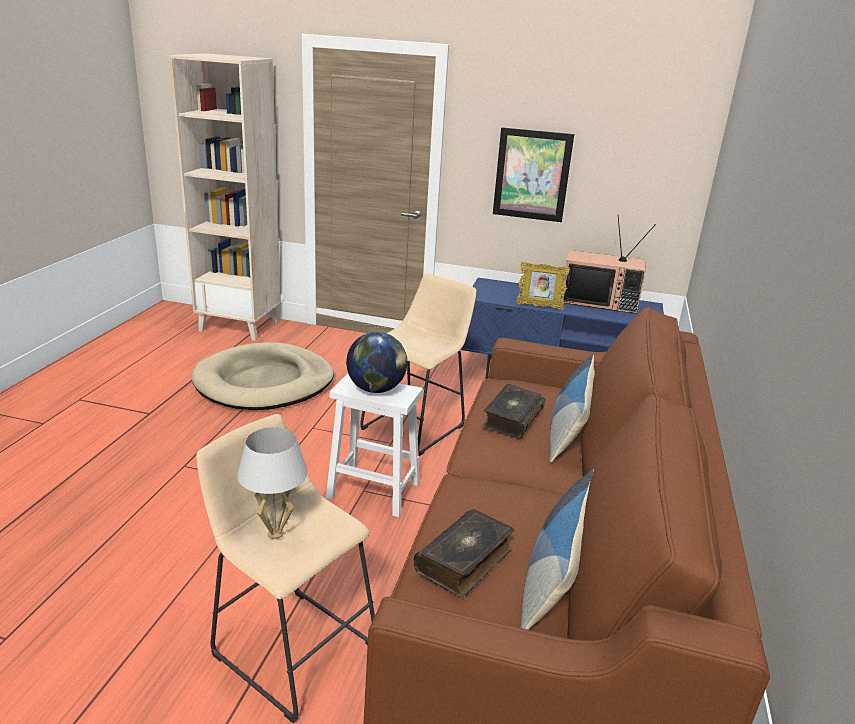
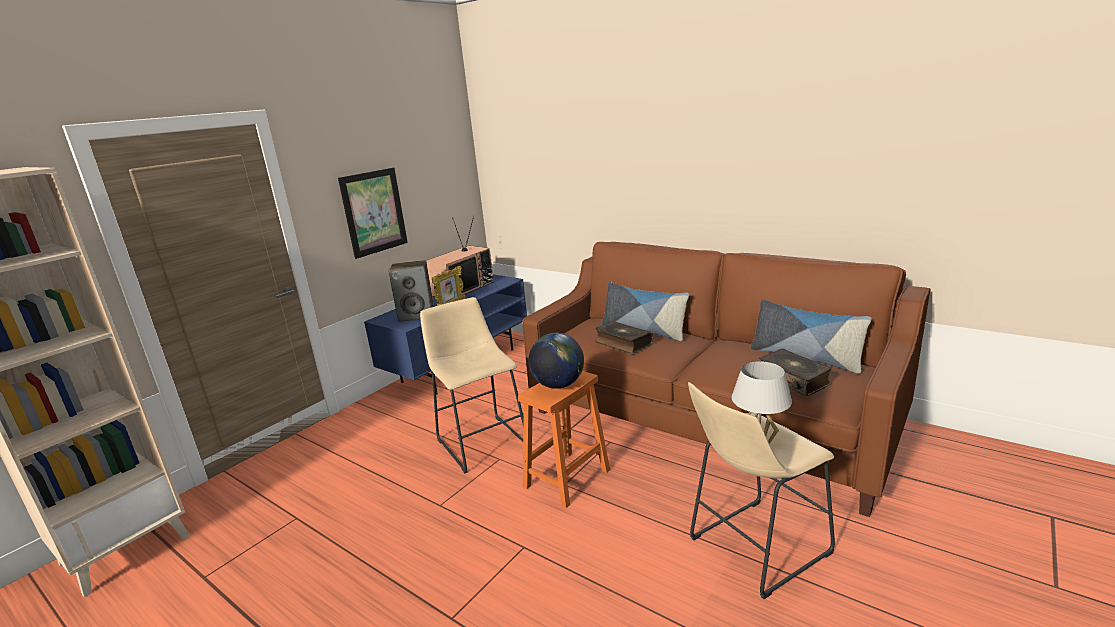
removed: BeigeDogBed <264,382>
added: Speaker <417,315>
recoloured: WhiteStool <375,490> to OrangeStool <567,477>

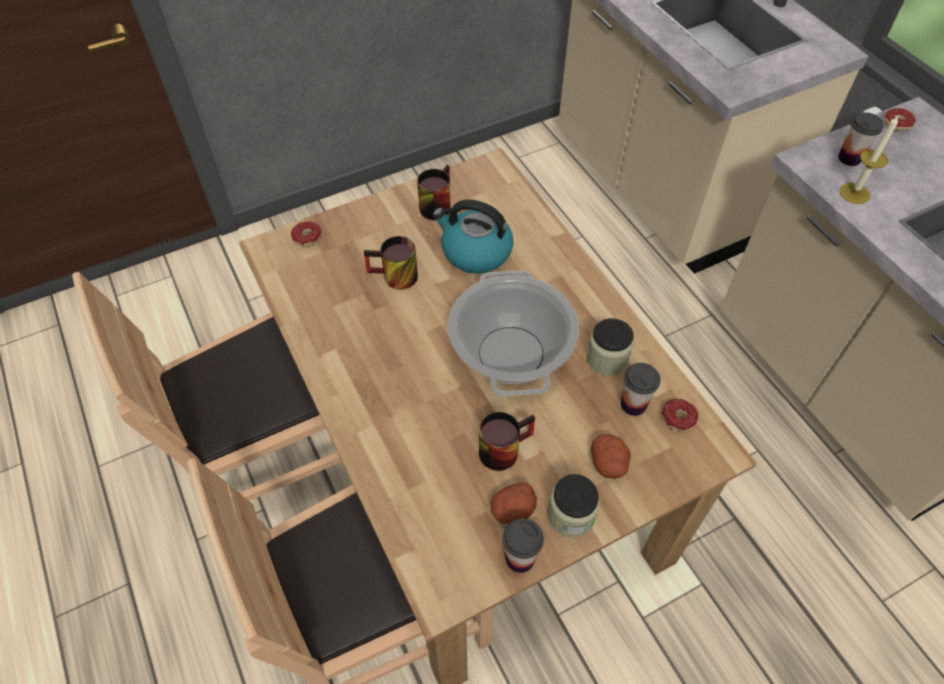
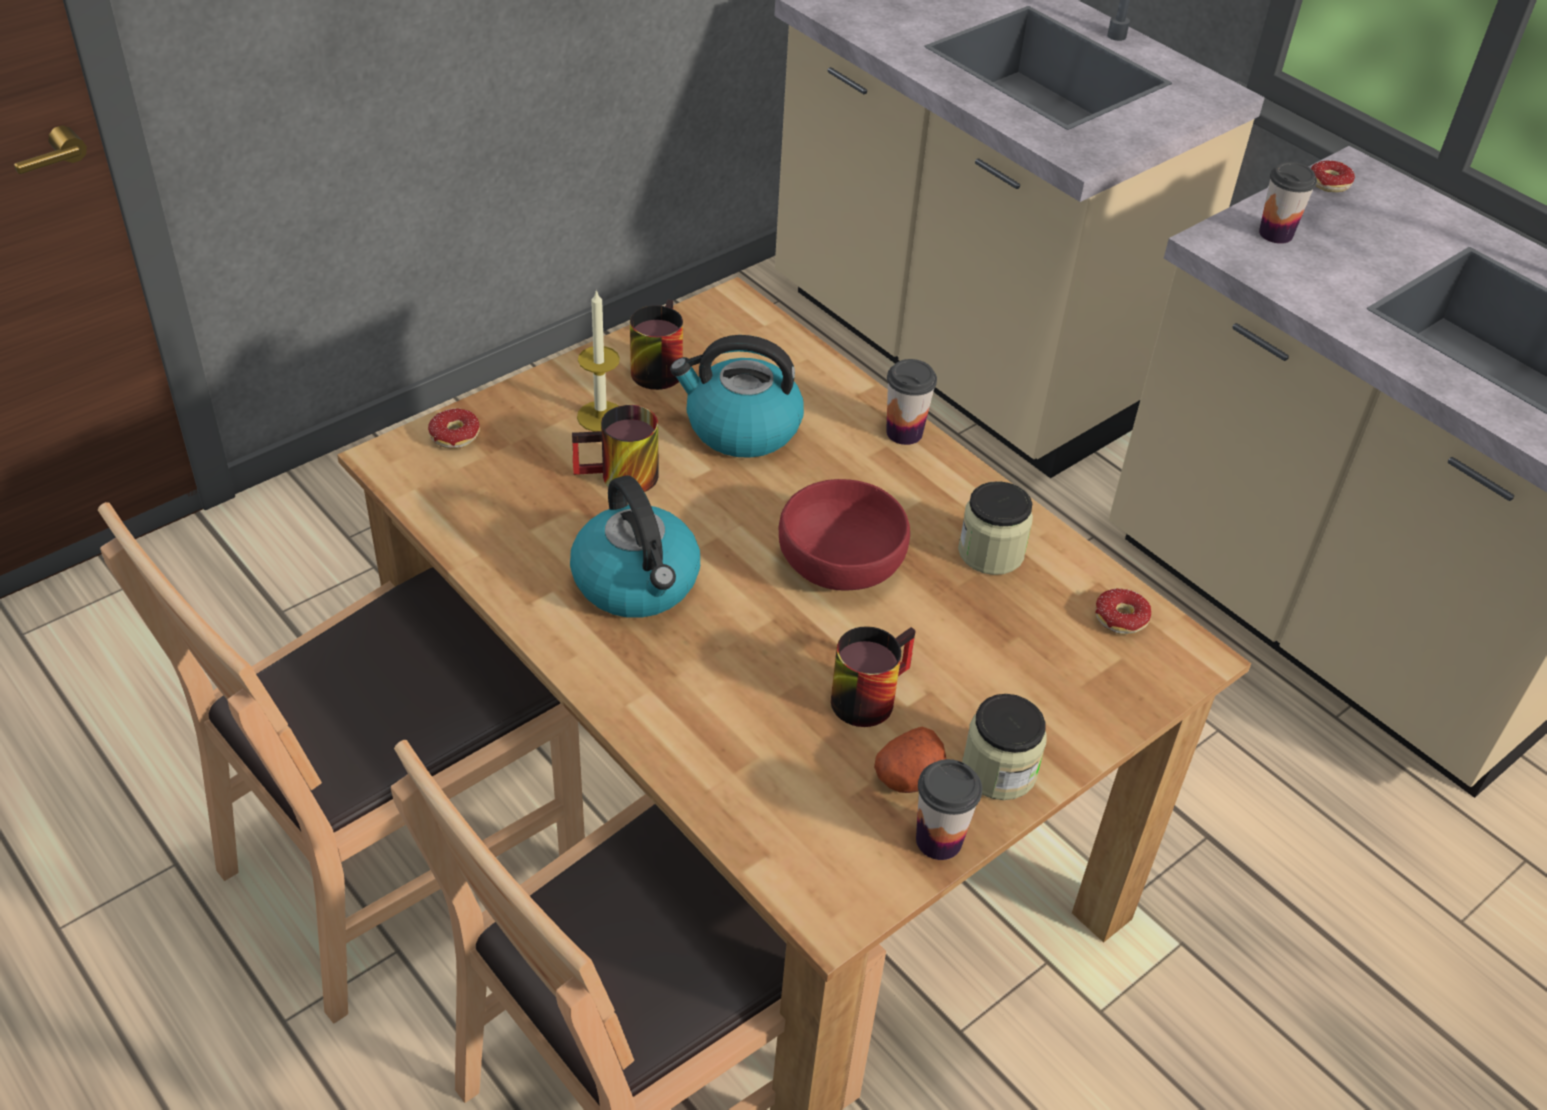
removed: Potato <609,463>
added: Kettle <637,583>
moved: Cup <633,404> to <904,432>; Candle <854,193> to <600,416>
replaced: CookingPot <511,354> to RedBowl <842,564>

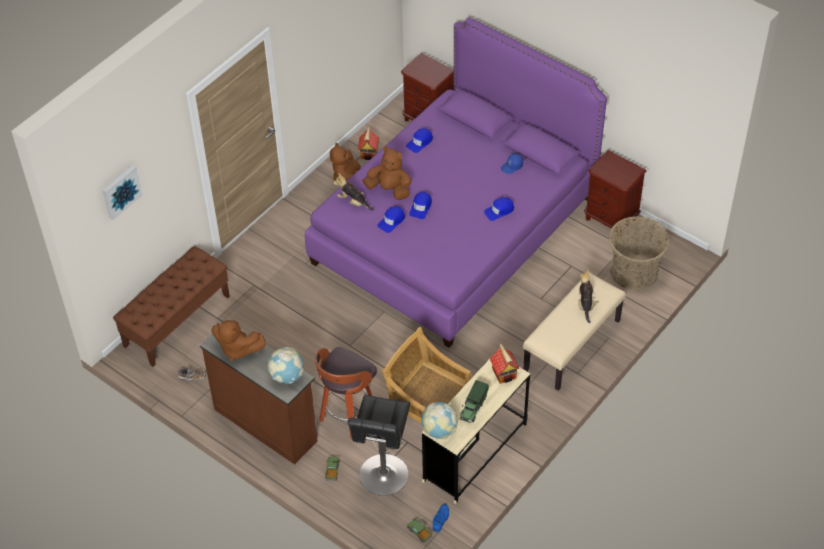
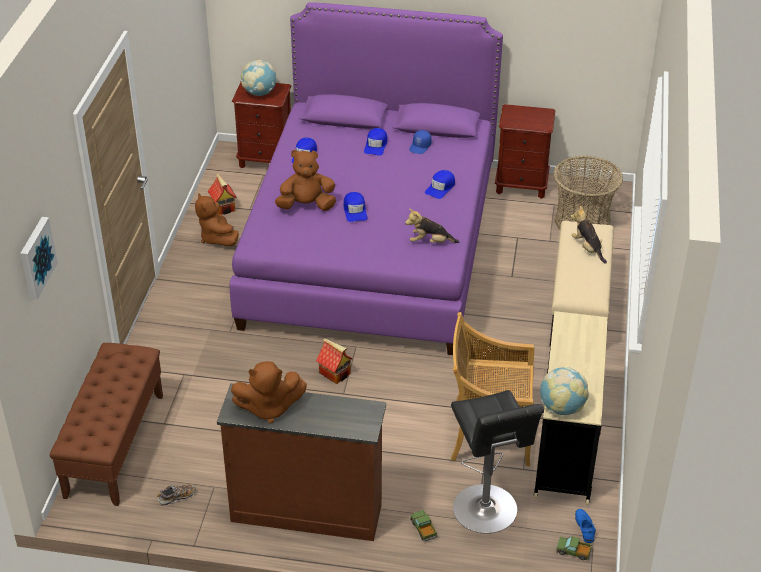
removed: Stool <347,417>; ToyTruck <473,407>
moved: Globe <287,376> to <259,93>; PlushToy <353,202> to <430,242>; BlueCap <391,221> to <376,145>; ToyHouse <504,373> to <335,373>

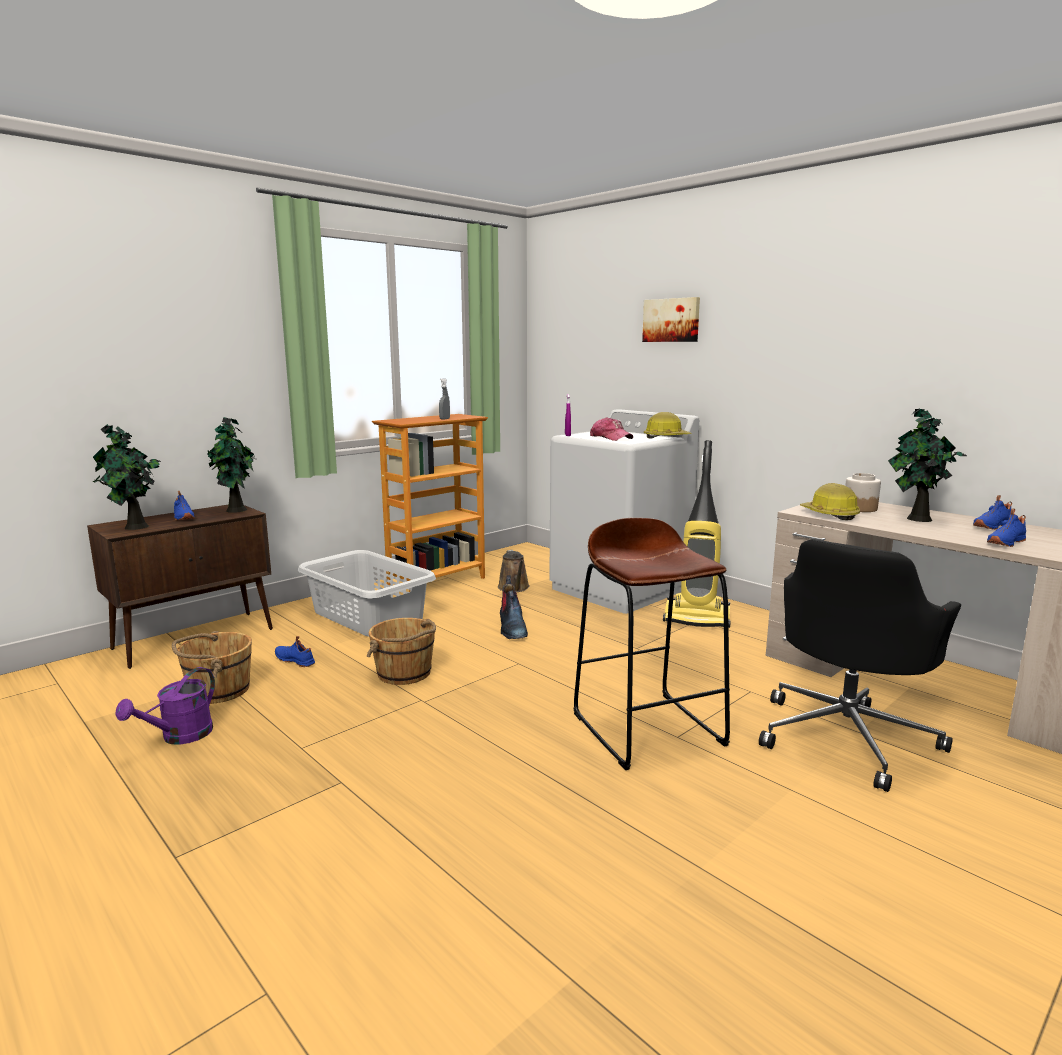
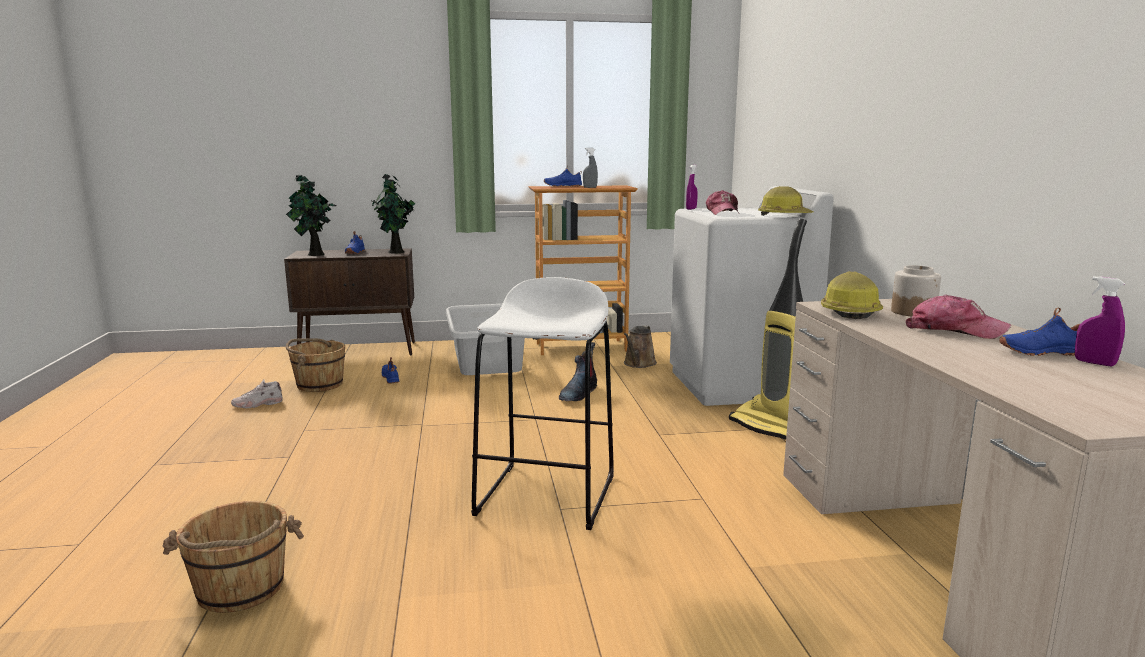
removed: Picture <671,320>; BlackOfficeChair <847,736>
added: PurpleSprayBottle <1094,363>
moved: BrownBucket <405,673> to <240,589>; BlueShoe <1004,542> to <562,186>
replaced: PurpleWateringCan <180,737> to WhiteShoe <257,404>; PottedPlant <916,519> to Cap <954,330>
recoloured: BrownStool <648,728> to WhiteStool <547,495>

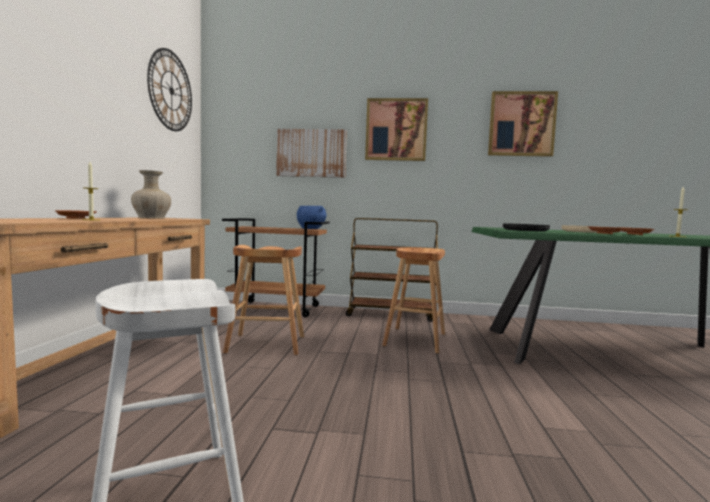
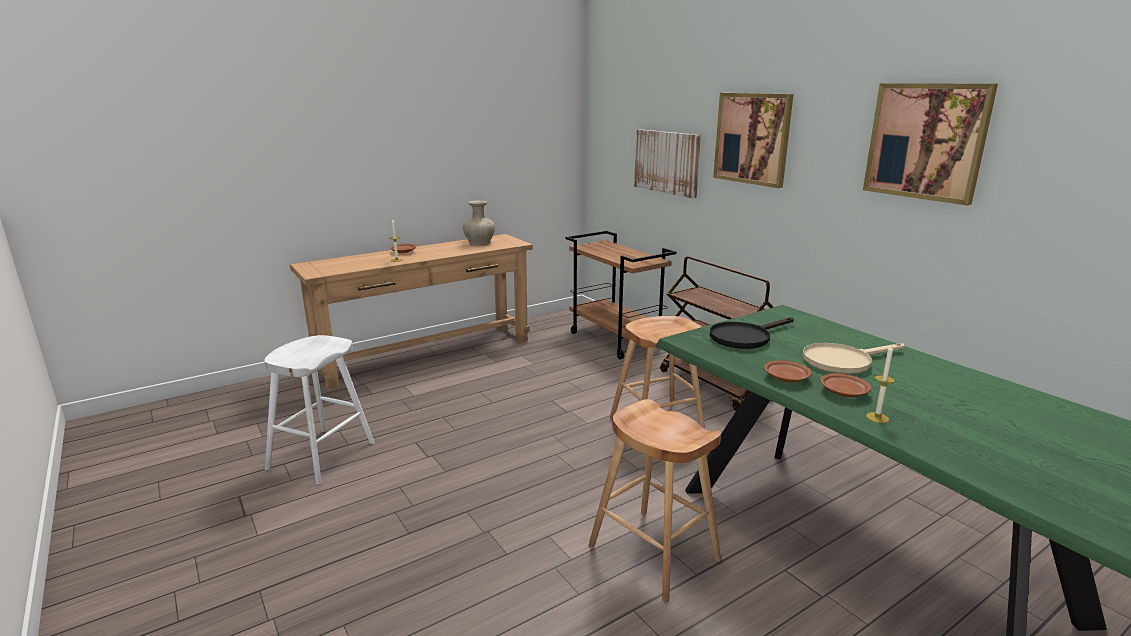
removed: WallClock <171,91>; BlueBowl <311,229>
moved: BrownStool <266,344> to <654,553>

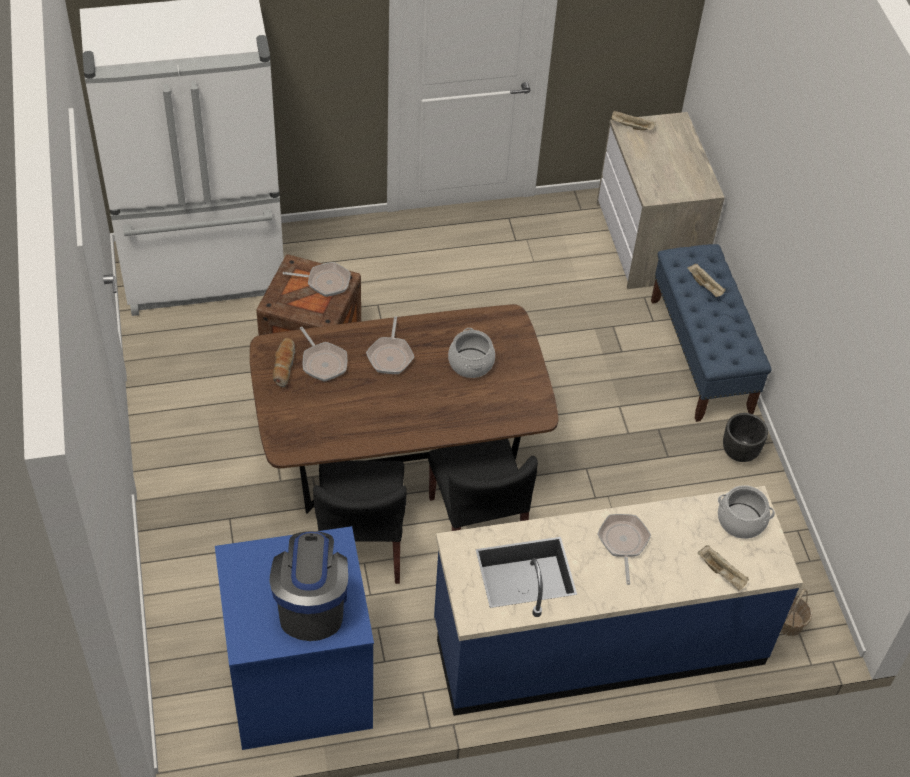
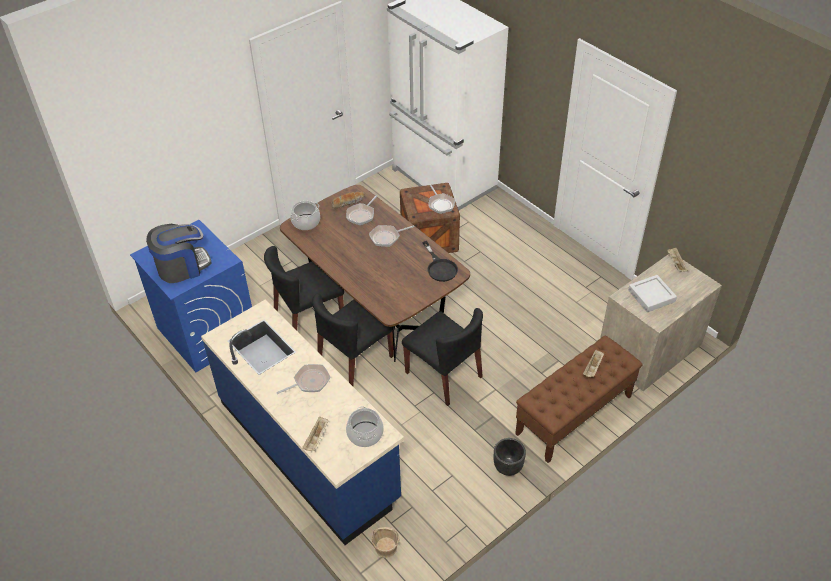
added: BlackChair <444,375>; BlackFryingPan <440,267>; GreyTray <651,296>
moved: CookingPot <470,363> to <306,222>
recoloured: BlueBench <701,356> to BrownBench <573,415>

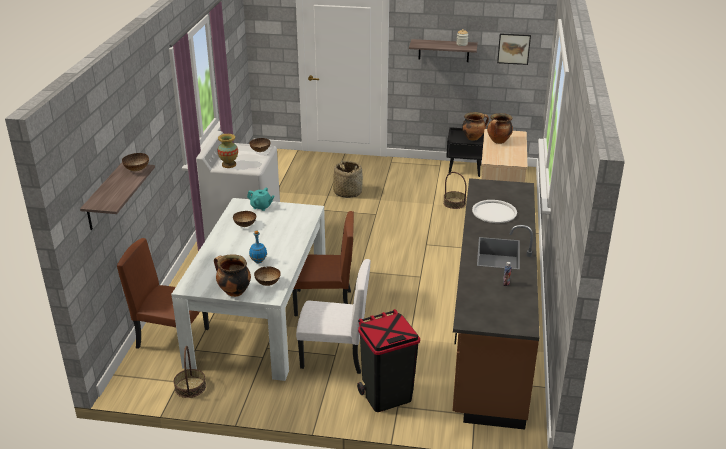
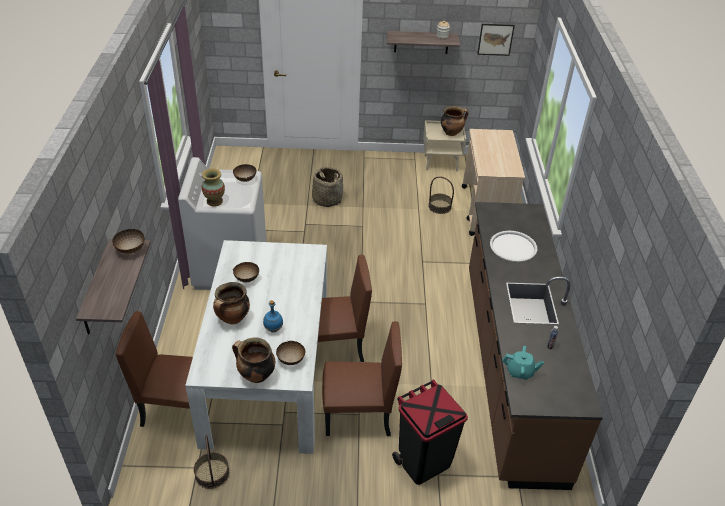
moved: TurquoiseTeapot <261,207> to <520,372>; CookingPot <498,141> to <232,319>
recoloured: WhiteChair <334,356> to BrownChair <358,415>; BlackNightstand <465,169> to BeigeNightstand <441,163>

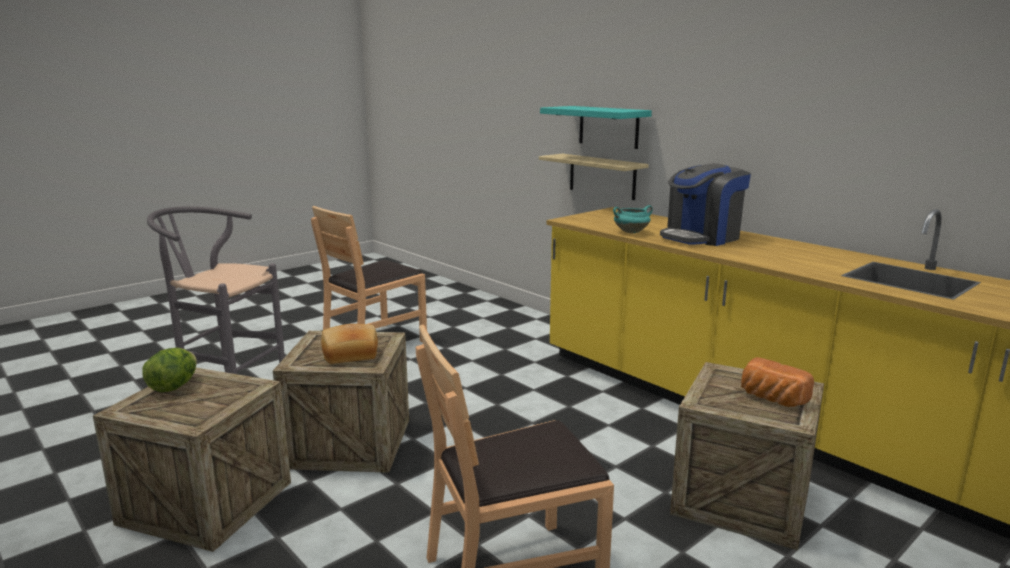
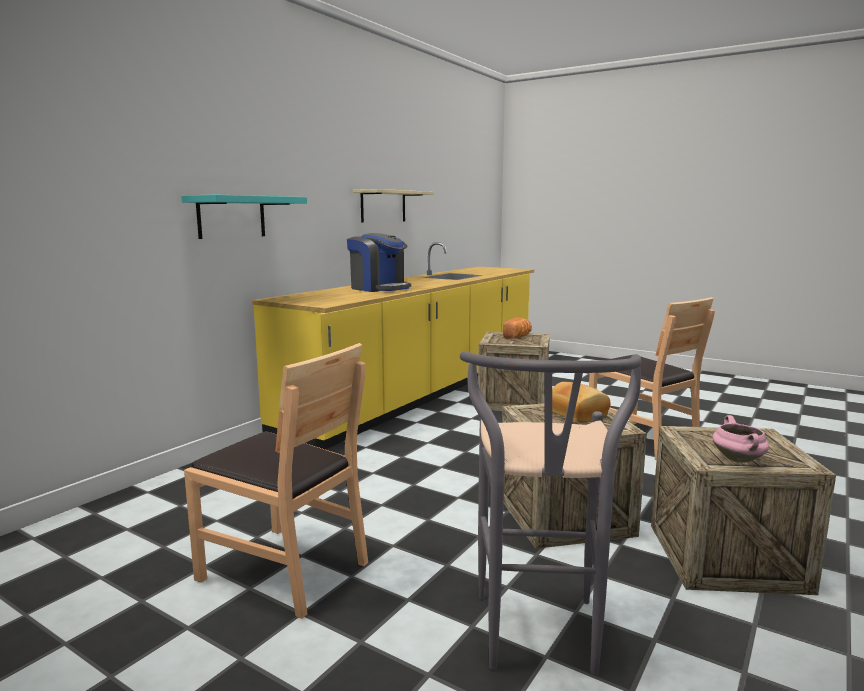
removed: TurquoiseCookingPot <631,232>
moved: BeigeShelf <602,176> to <383,206>
replaced: Lettuce <174,387> to PinkCookingPot <739,460>

